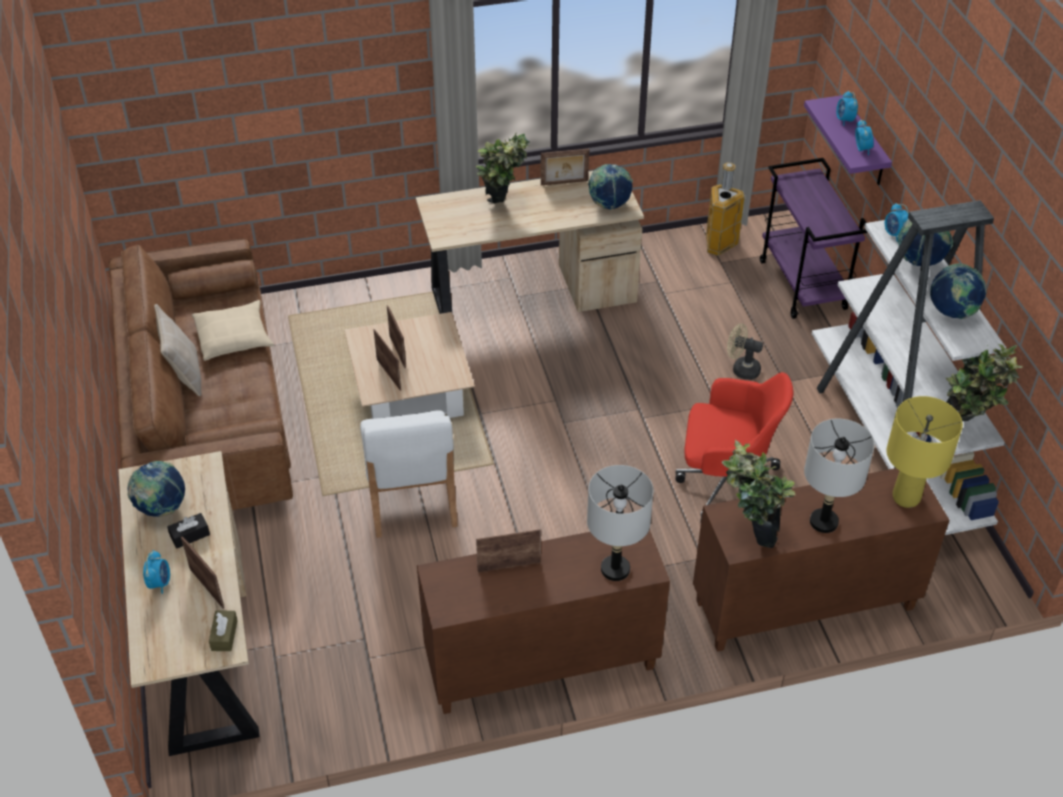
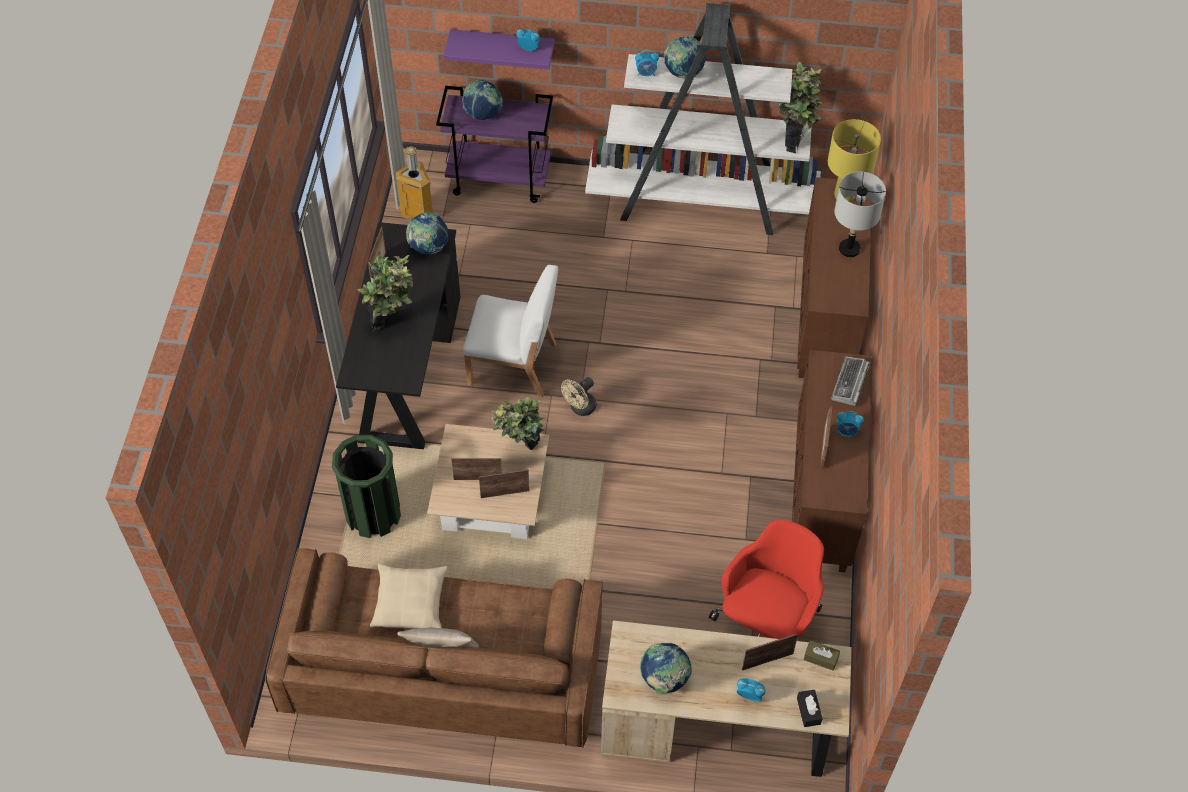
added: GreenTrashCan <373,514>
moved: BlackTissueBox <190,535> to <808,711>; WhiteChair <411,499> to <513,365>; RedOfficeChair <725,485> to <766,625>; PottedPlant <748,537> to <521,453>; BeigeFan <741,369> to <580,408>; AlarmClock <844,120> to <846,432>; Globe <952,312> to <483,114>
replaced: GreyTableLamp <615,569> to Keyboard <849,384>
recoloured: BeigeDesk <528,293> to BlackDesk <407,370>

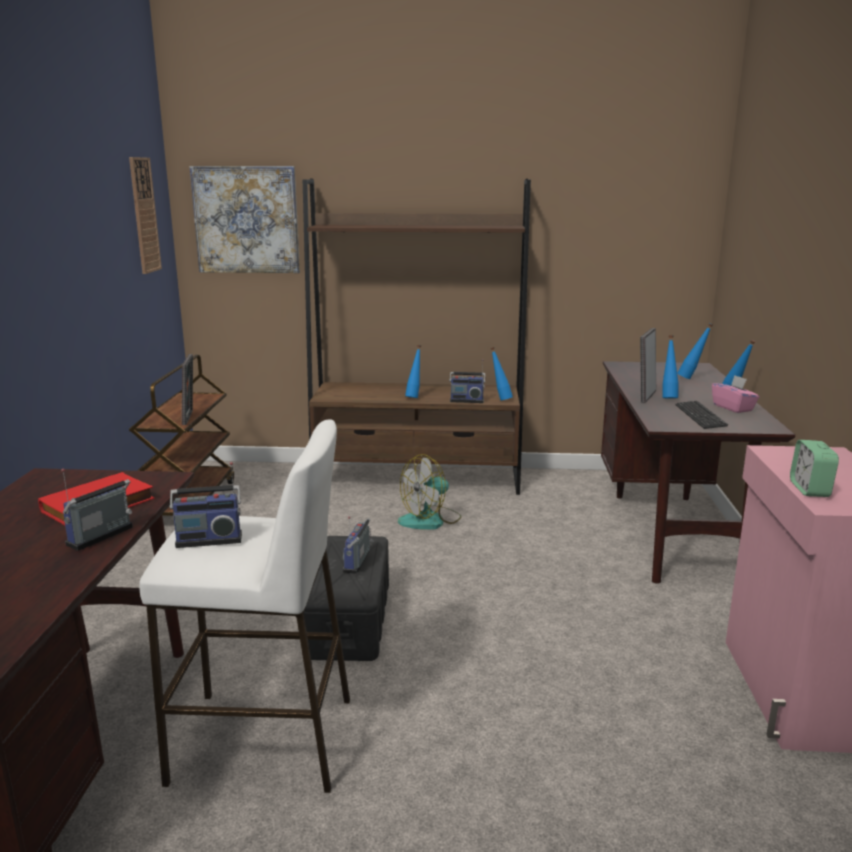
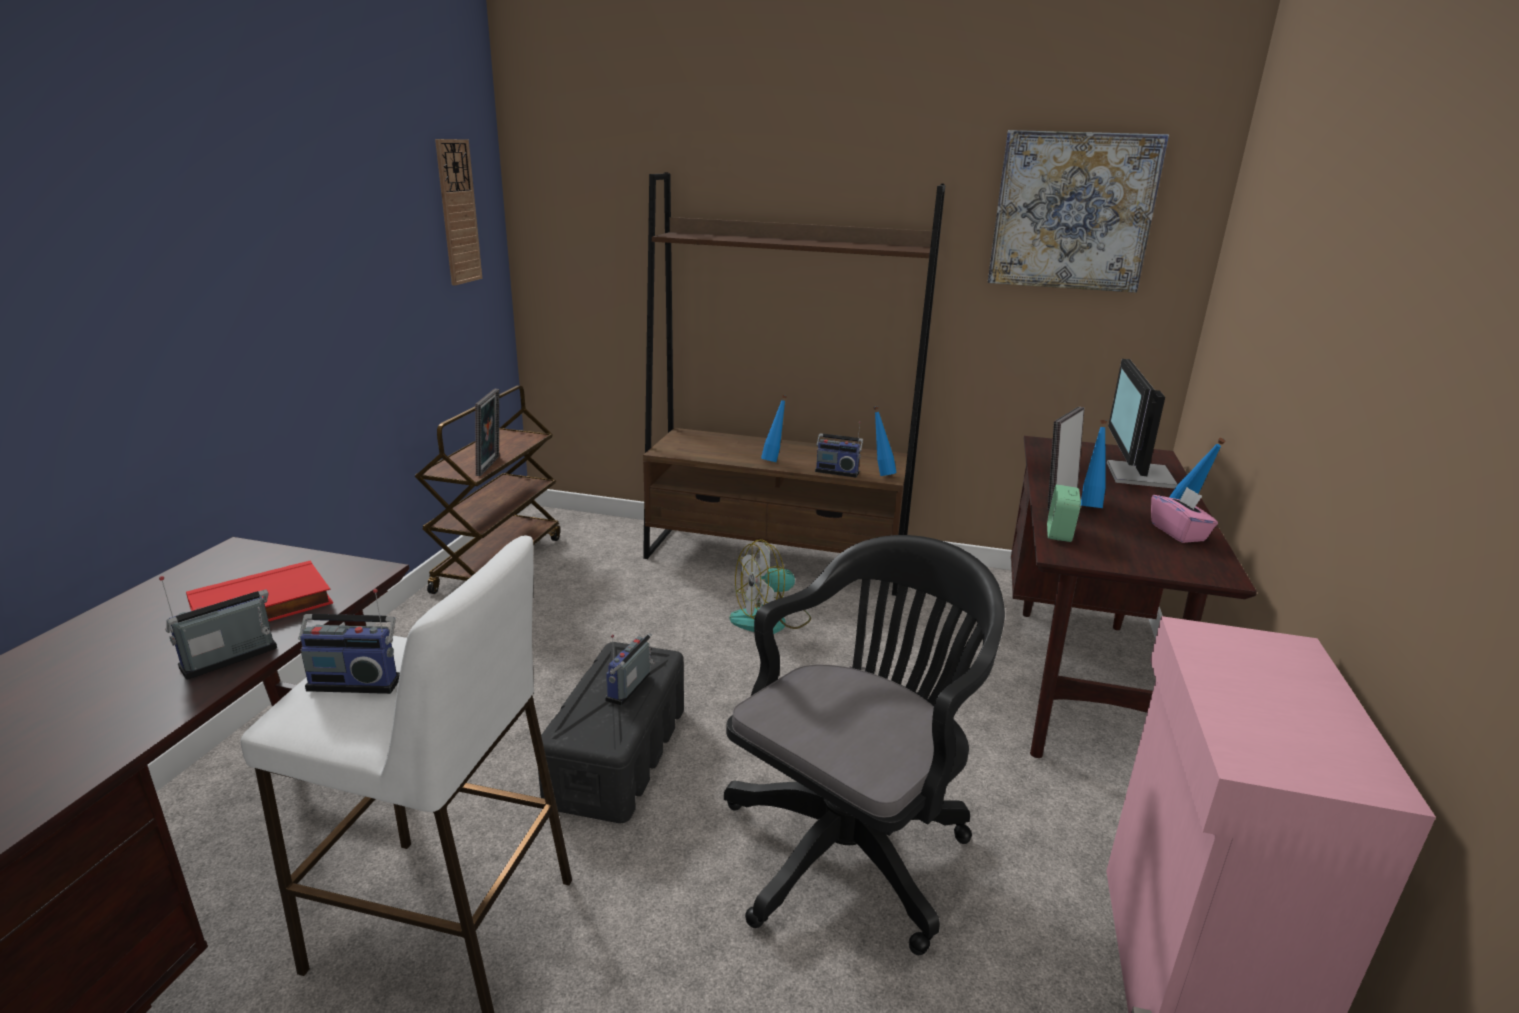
removed: Keyboard <700,416>
added: BlackOfficeChair <852,844>
moved: Picture <246,220> to <1072,212>; AlarmClock <809,489> to <1059,533>
replaced: BlueBottle <691,378> to Monitor <1137,475>

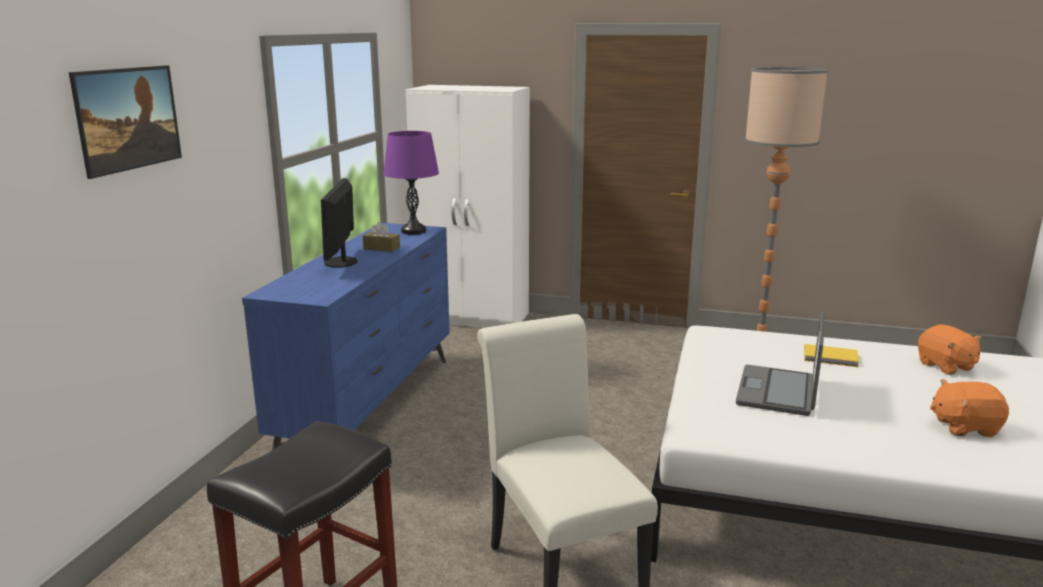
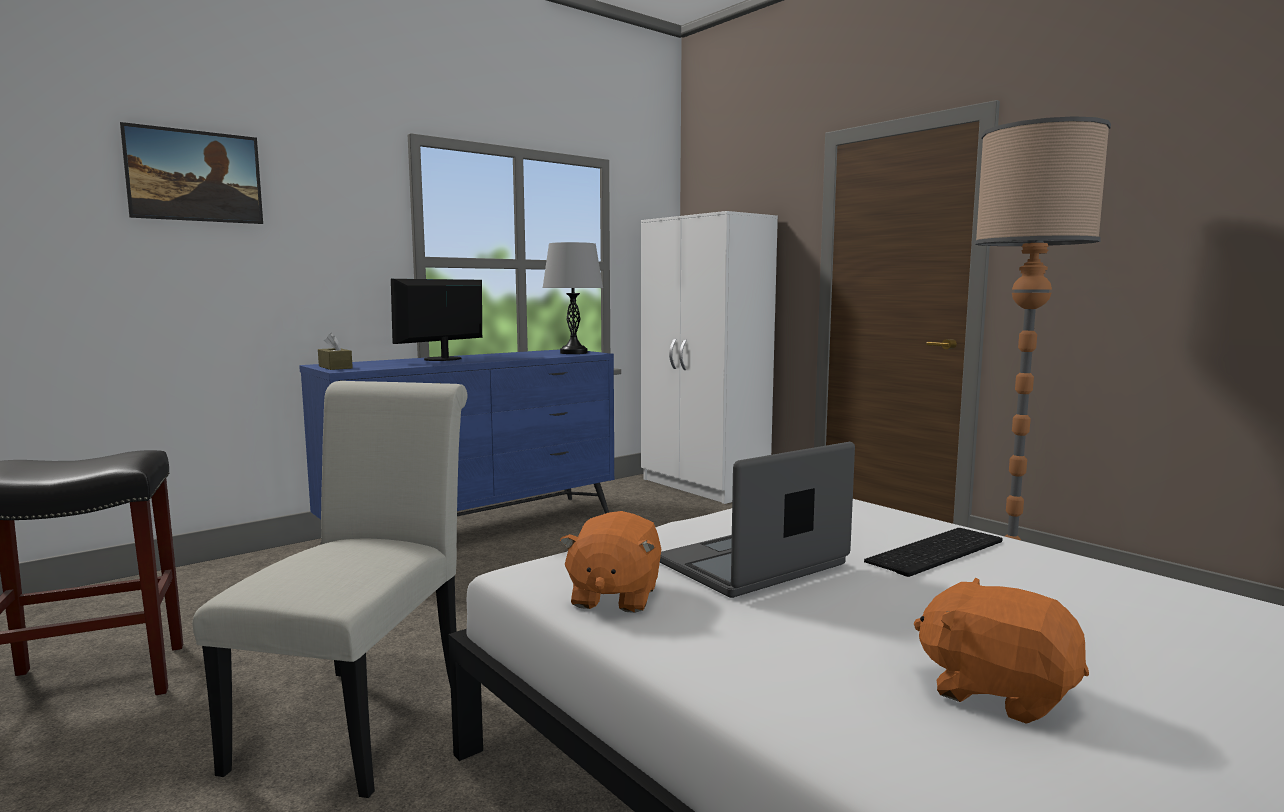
moved: BrownTissueBox <381,248> to <335,367>; OrangePlushToy <945,366> to <614,596>
replaced: YellowBook <831,358> to Keyboard <937,552>
recoloured: PurpleTableLamp <413,231> to GreyTableLamp <573,353>

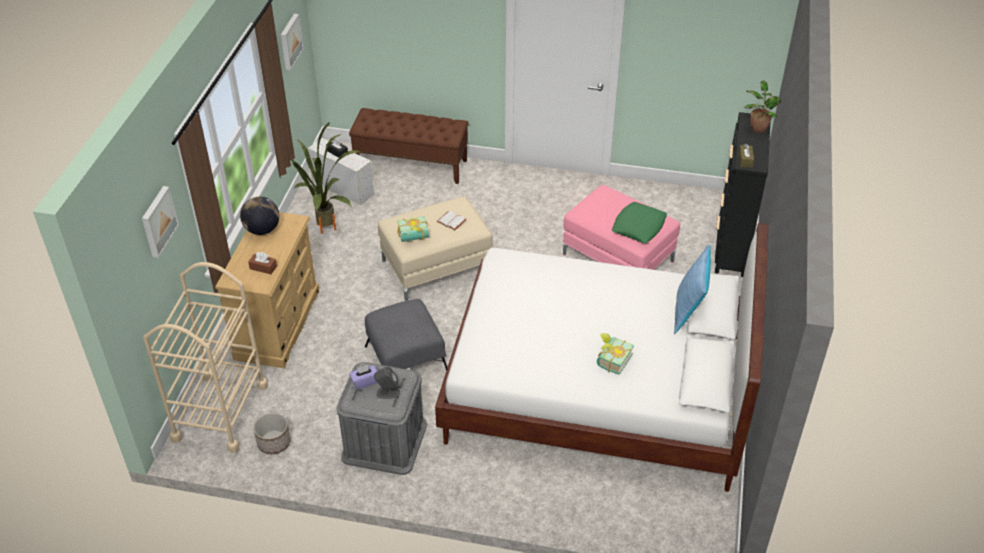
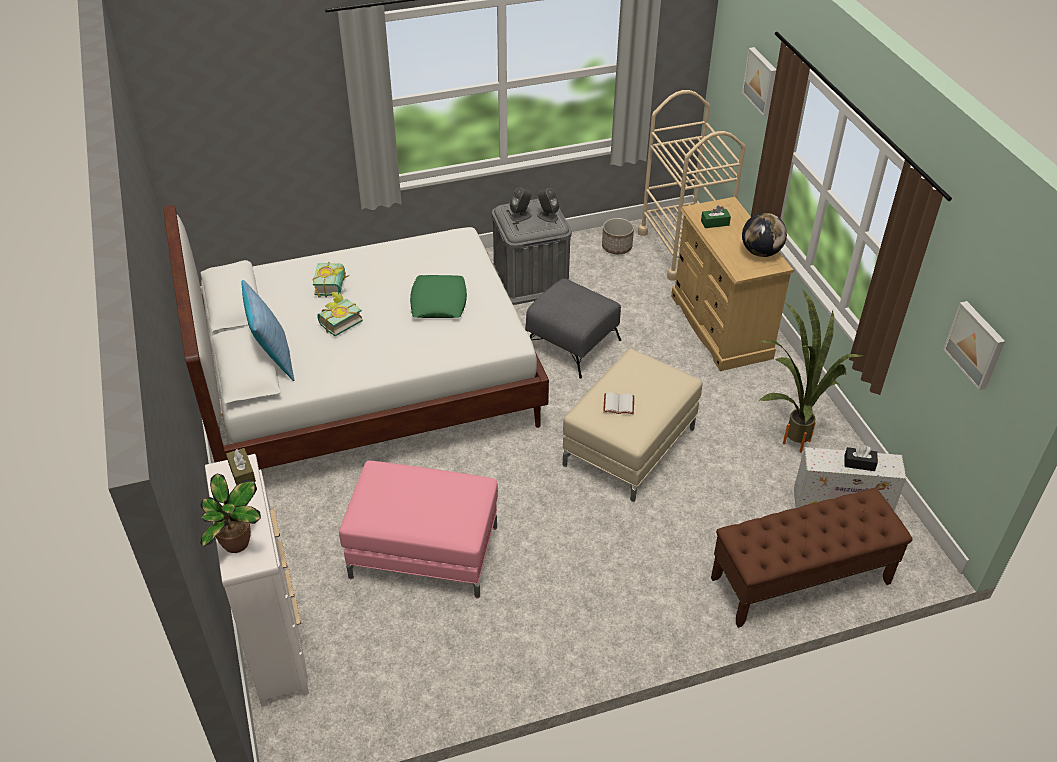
moved: Book <414,238> to <338,322>; GreenPillow <638,227> to <438,302>
replaced: PurpleTissueBox <364,381> to GreySpeaker <547,216>
recoloured: BrownTissueBox <263,267> to GreenTissueBox <715,223>; BlackDresser <731,246> to WhiteDresser <275,641>

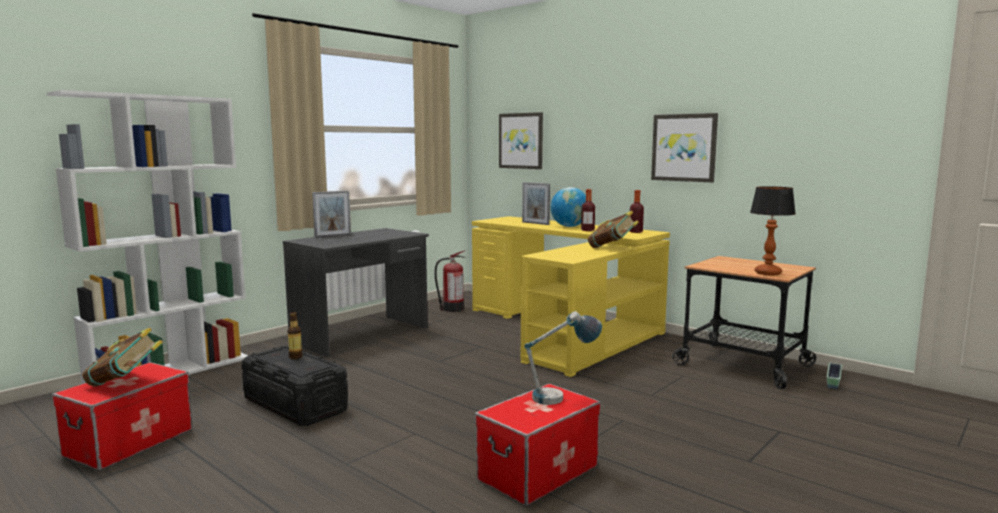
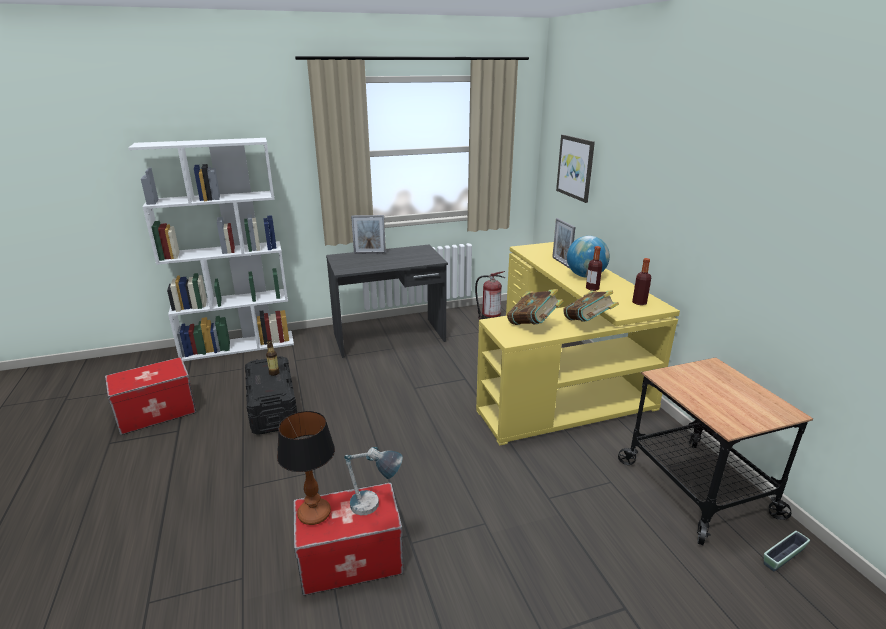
removed: Picture <684,147>
moved: Book <125,383> to <533,325>; TableLamp <768,273> to <315,514>

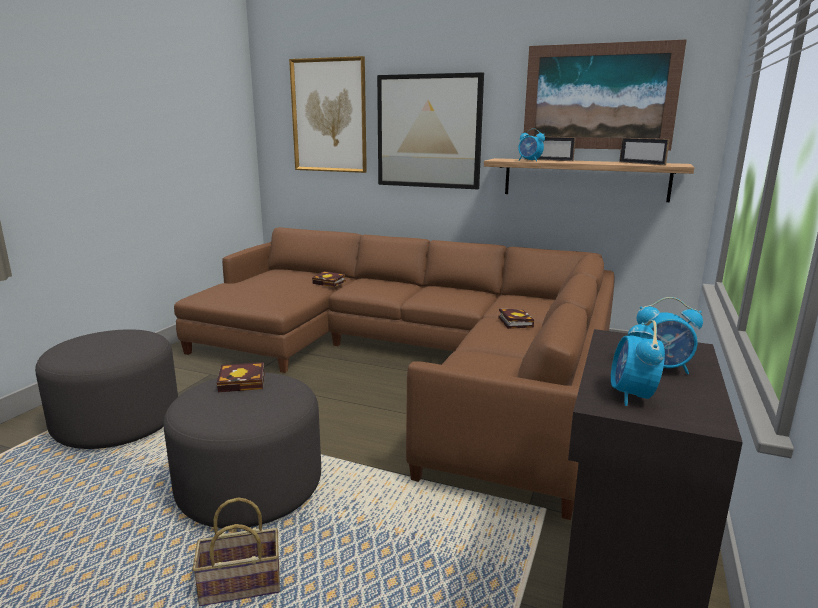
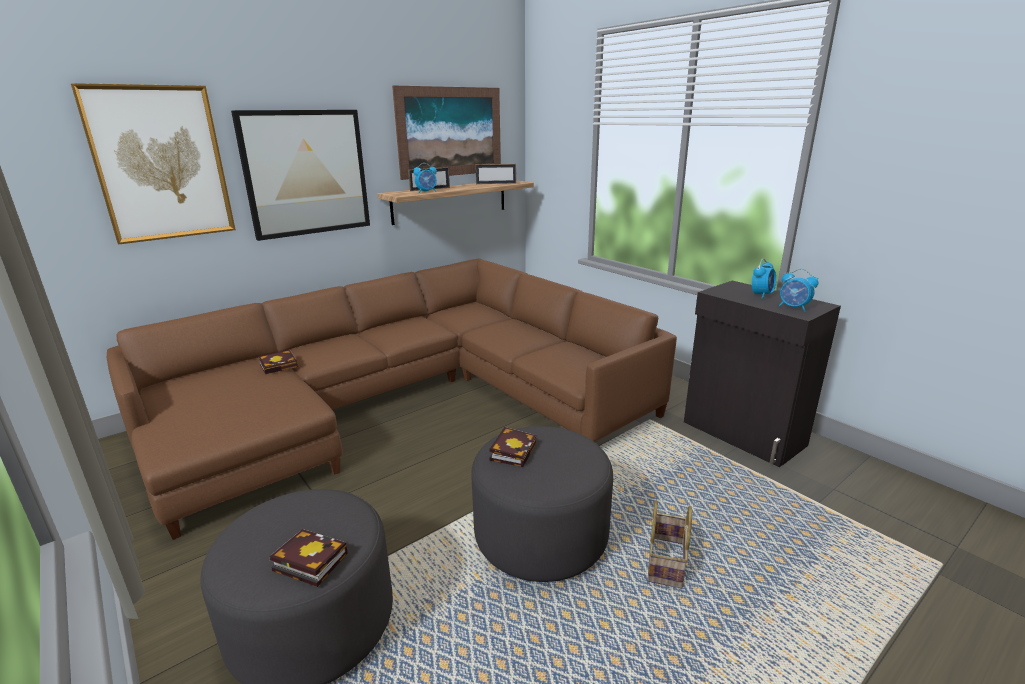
moved: Book <514,322> to <307,562>

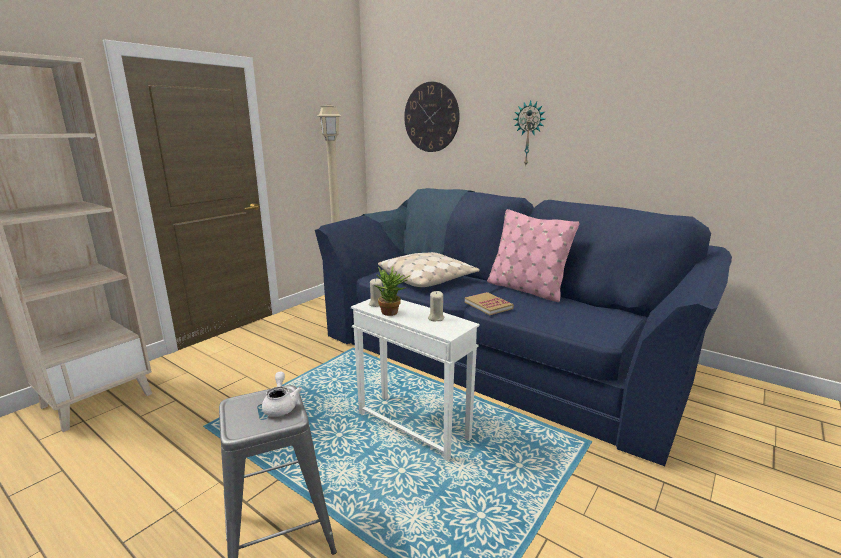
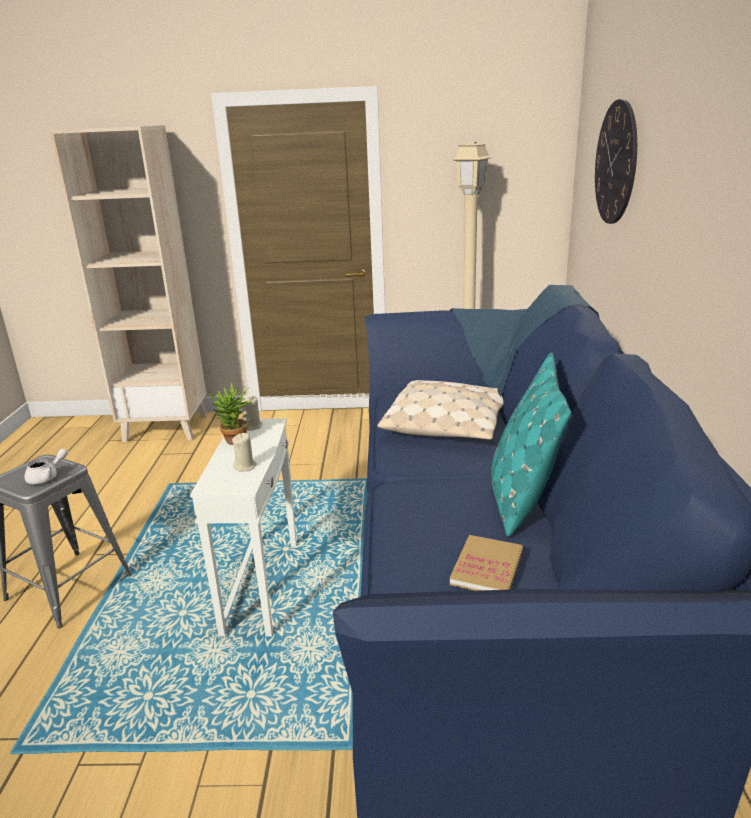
removed: WallClock <529,133>
moved: Book <488,305> to <487,568>
recoloured: PinkPillow <526,289> to TurquoisePillow <522,497>

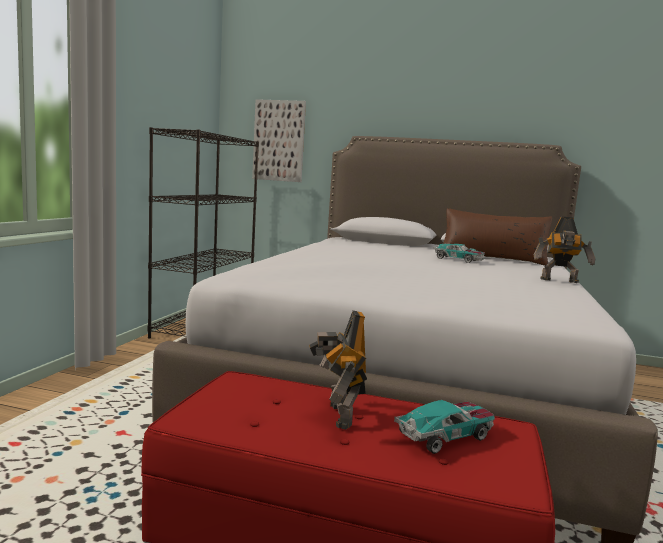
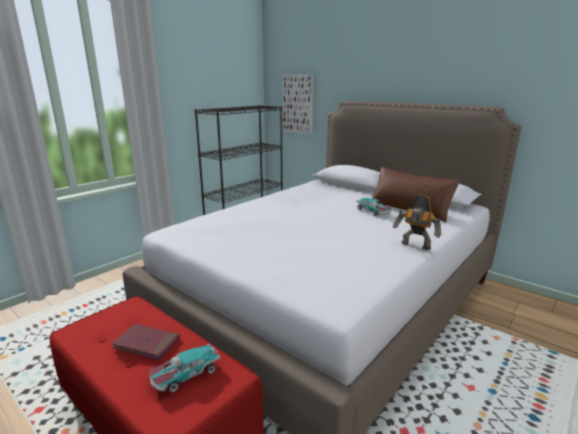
replaced: ToyRobot <337,416> to RedBook <146,344>
turned: ToyCar <445,435> = <185,374> 150 degrees clockwise

